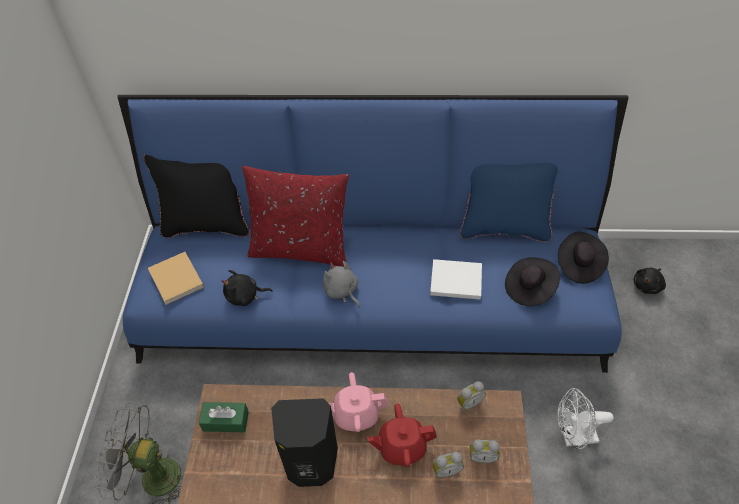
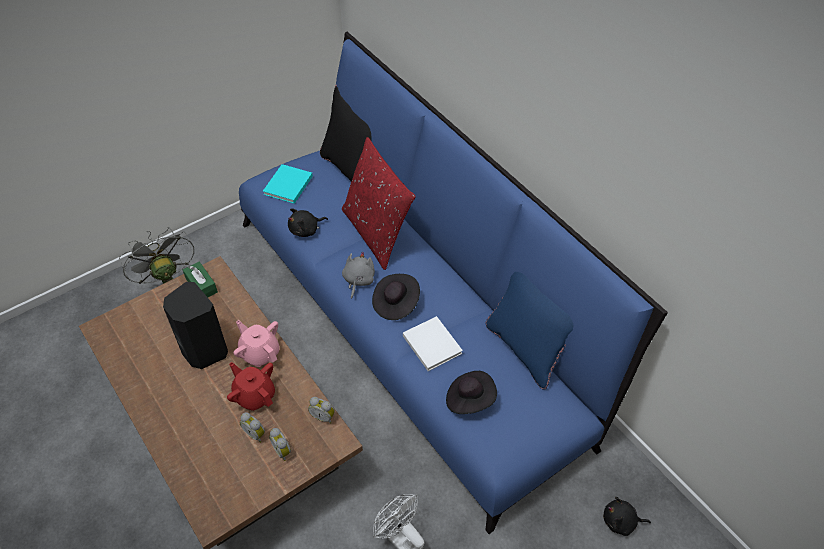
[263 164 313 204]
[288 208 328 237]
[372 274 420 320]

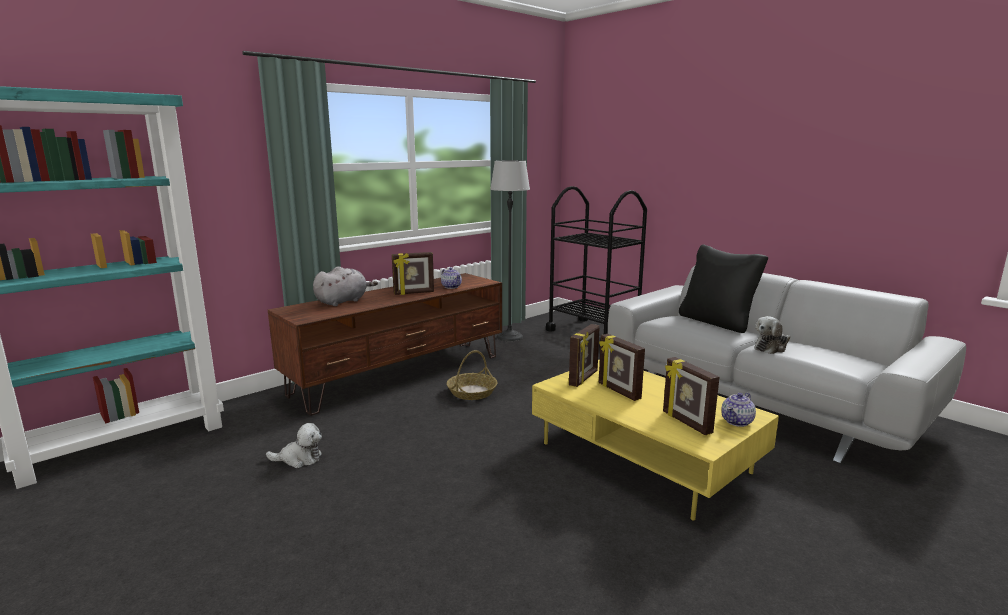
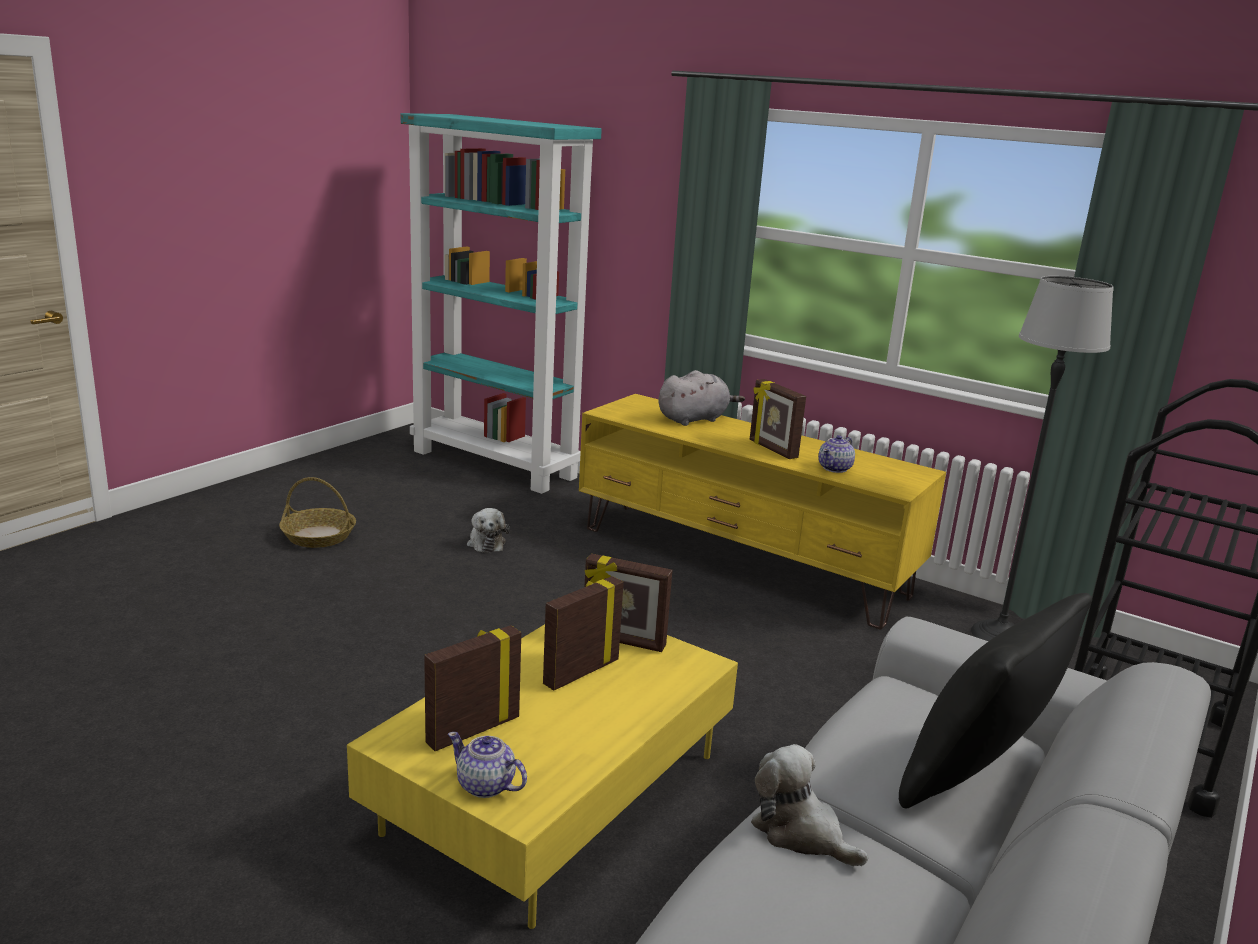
[579 394 946 630]
[658 370 745 426]
[279 477 356 548]

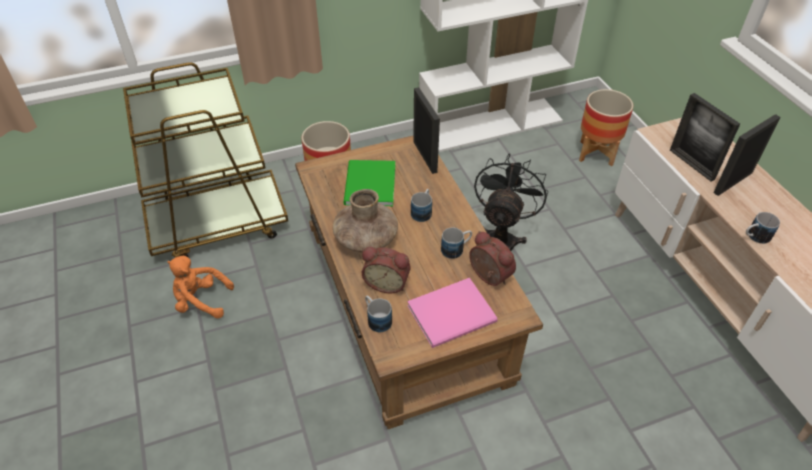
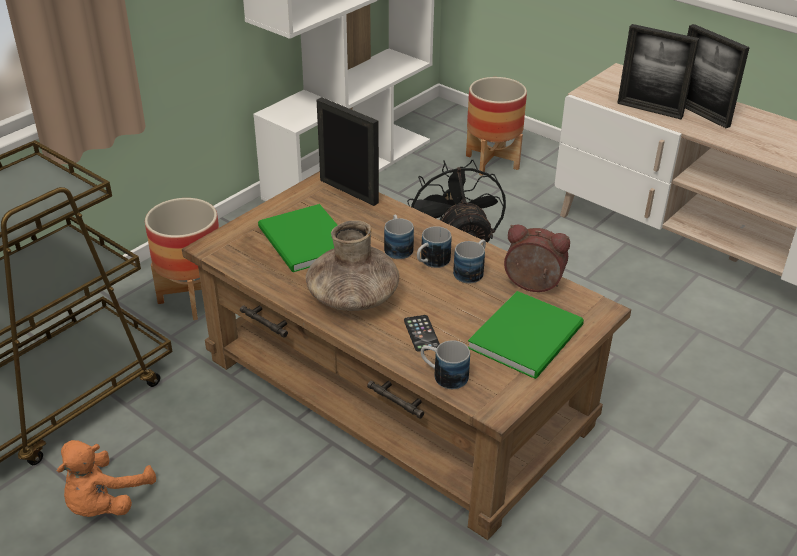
[57 440 156 517]
[404 315 440 352]
[468 291 584 379]
[685 24 750 128]
[417 226 451 268]

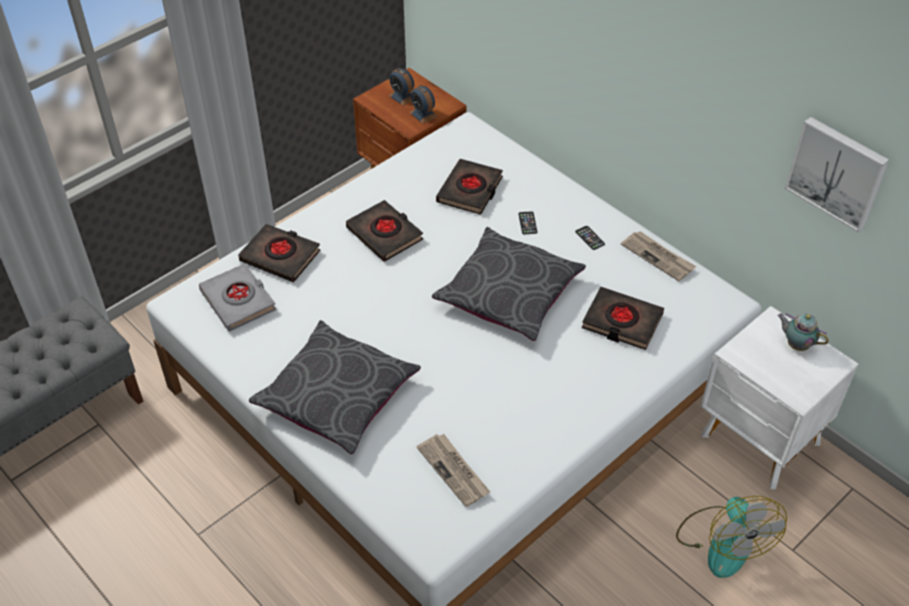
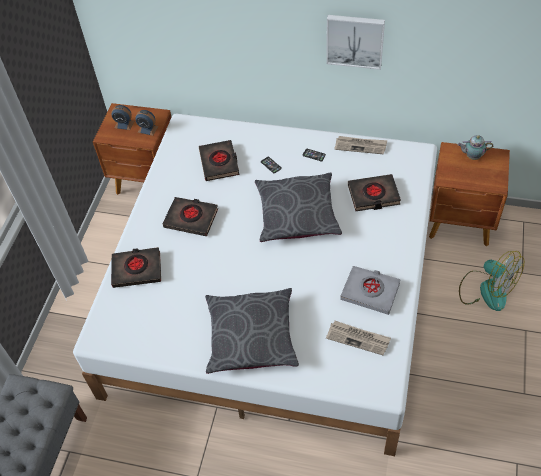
[340 266 401 315]
[429 142 510 246]
[326 15 385 70]

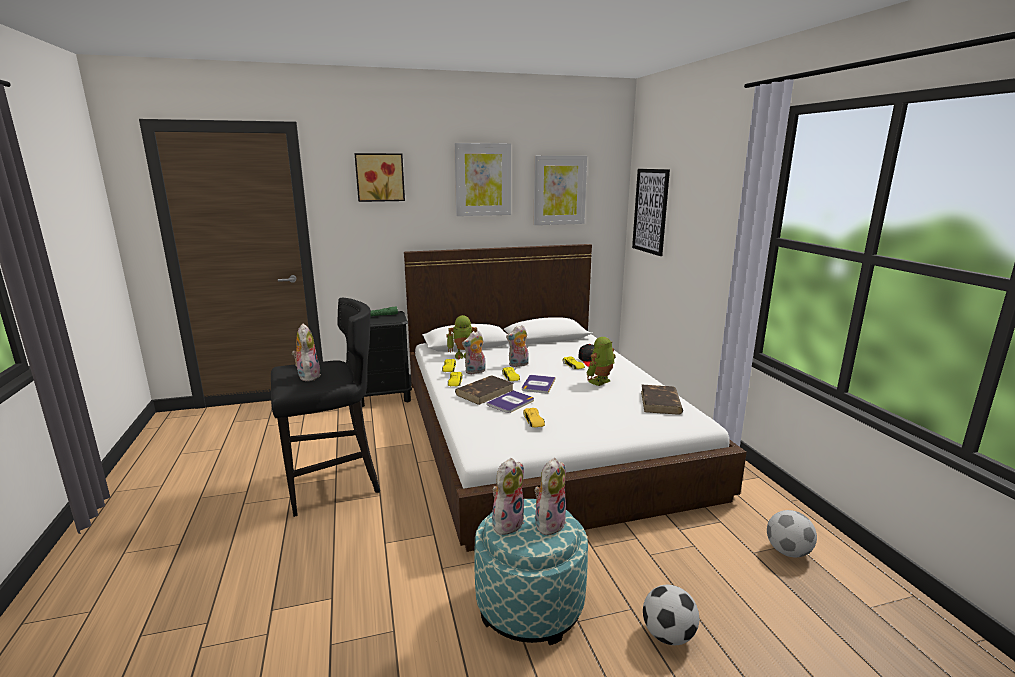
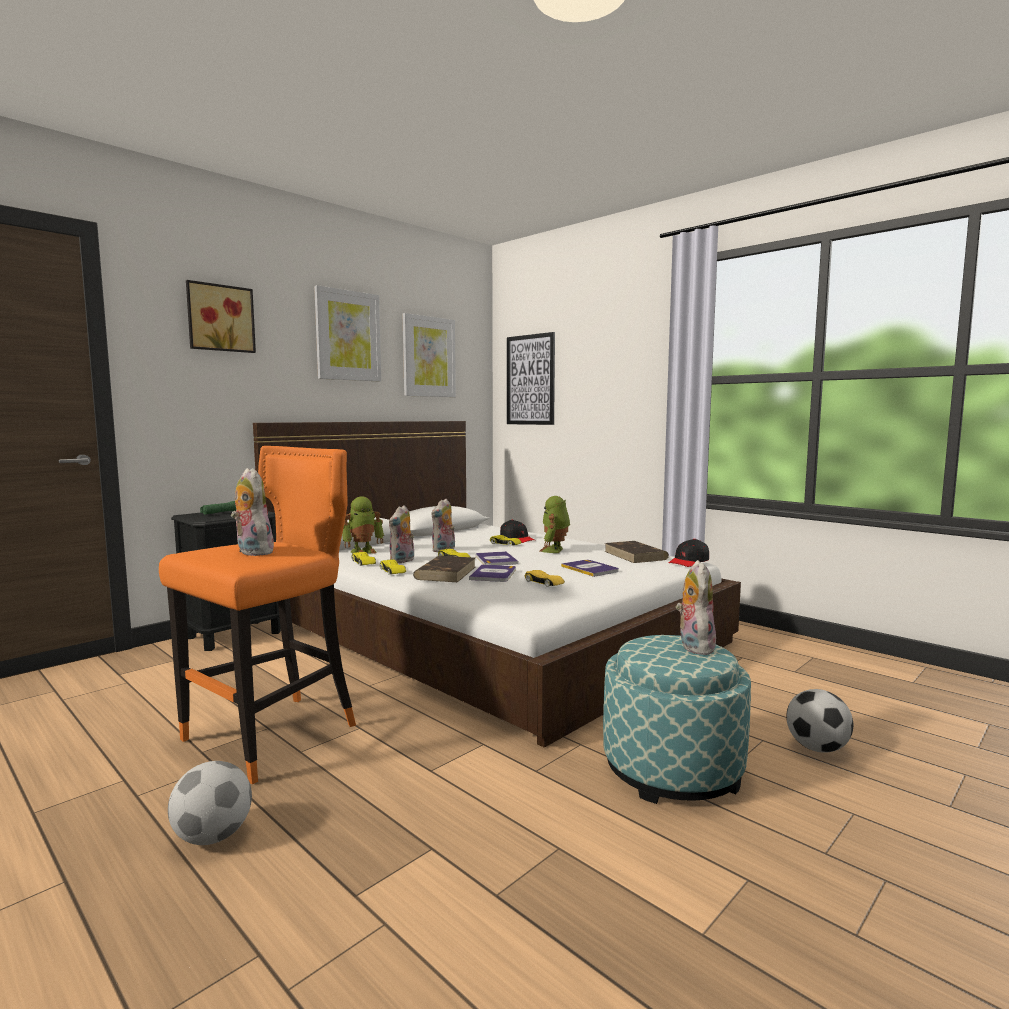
[159 446 356 784]
[492 458 524 535] (first image)
[168 761 252 845]
[561 560 619 577]
[669 539 709 567]

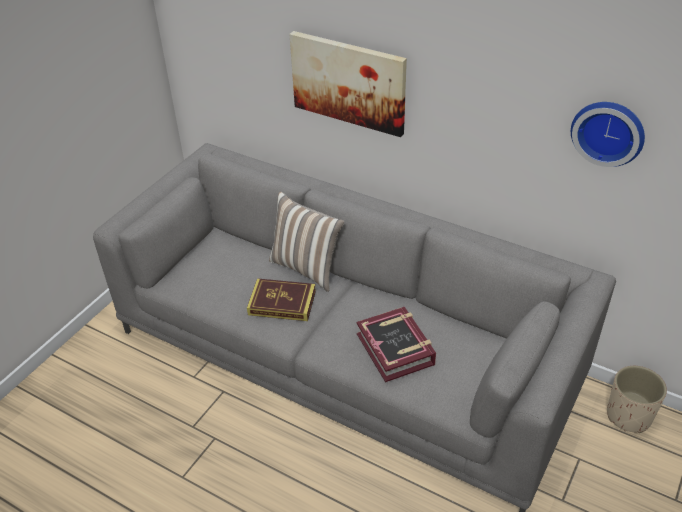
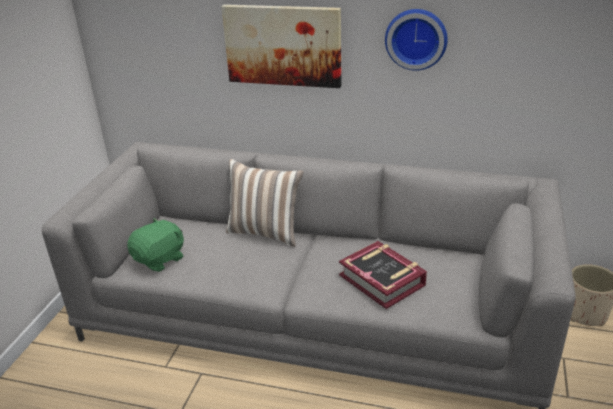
[247 278 316 321] (first image)
[385 9 448 71]
[127 218 184 272]

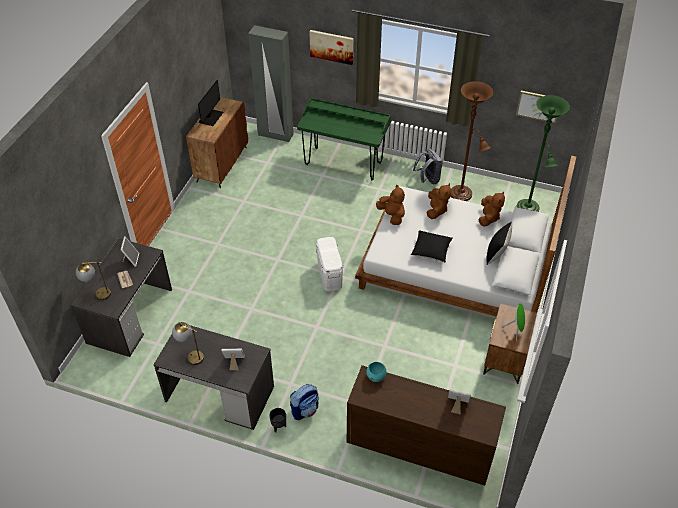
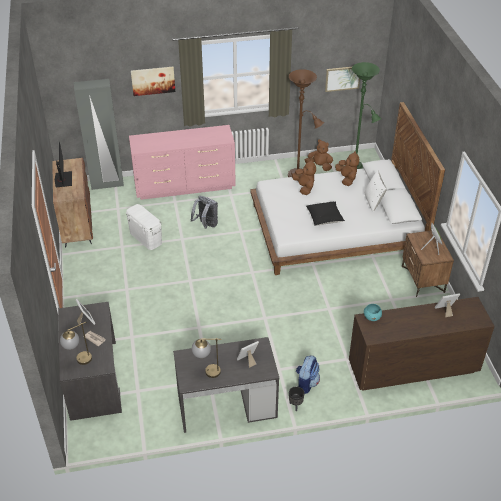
[129 125 236 200]
[126 204 162 250]
[305 139 333 171]
[190 196 218 229]
[365 170 387 212]

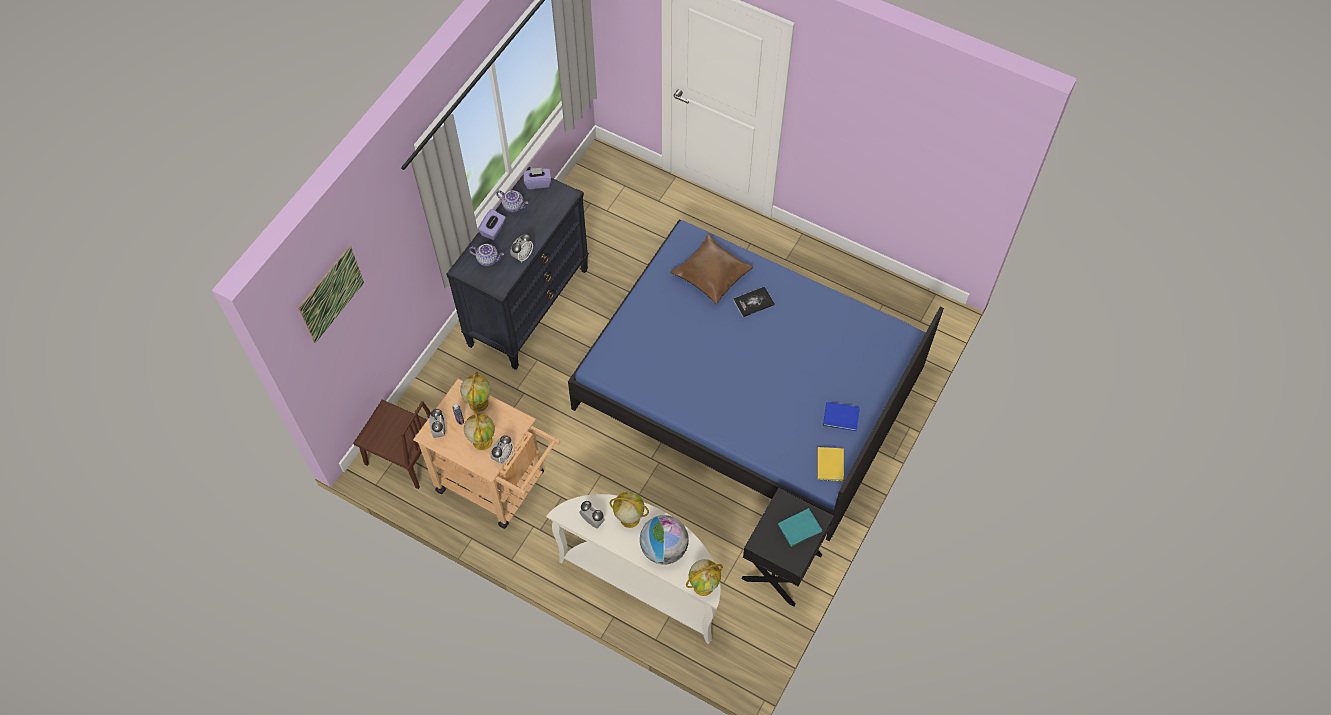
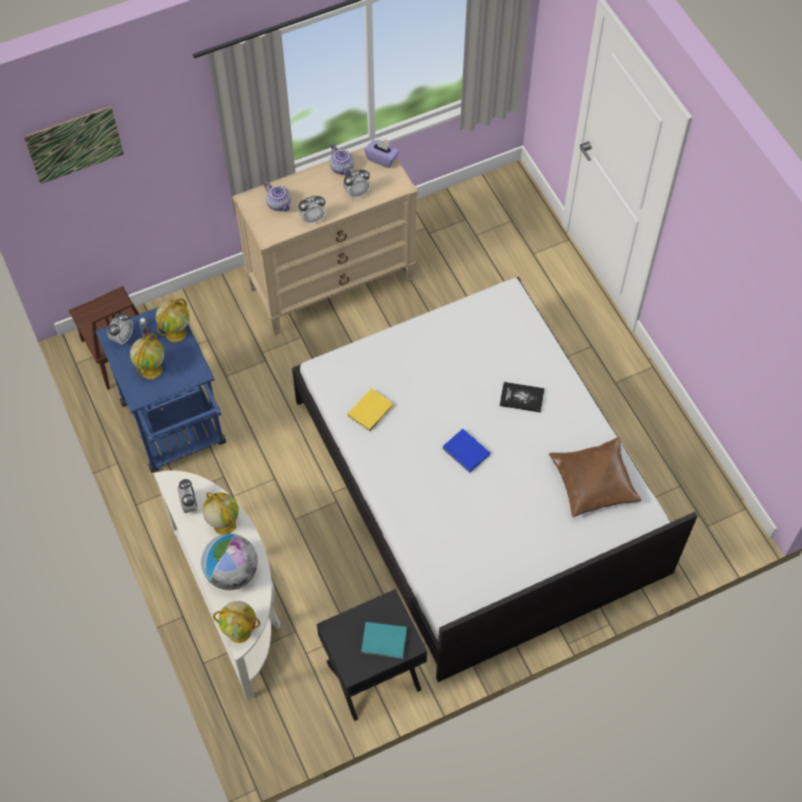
[95 307 226 473]
[232 139 418 335]
[478 209 506 240] (first image)
[343 170 371 199]
[292 277 698 682]
[549 437 641 517]
[348 388 394 431]
[442 429 490 473]

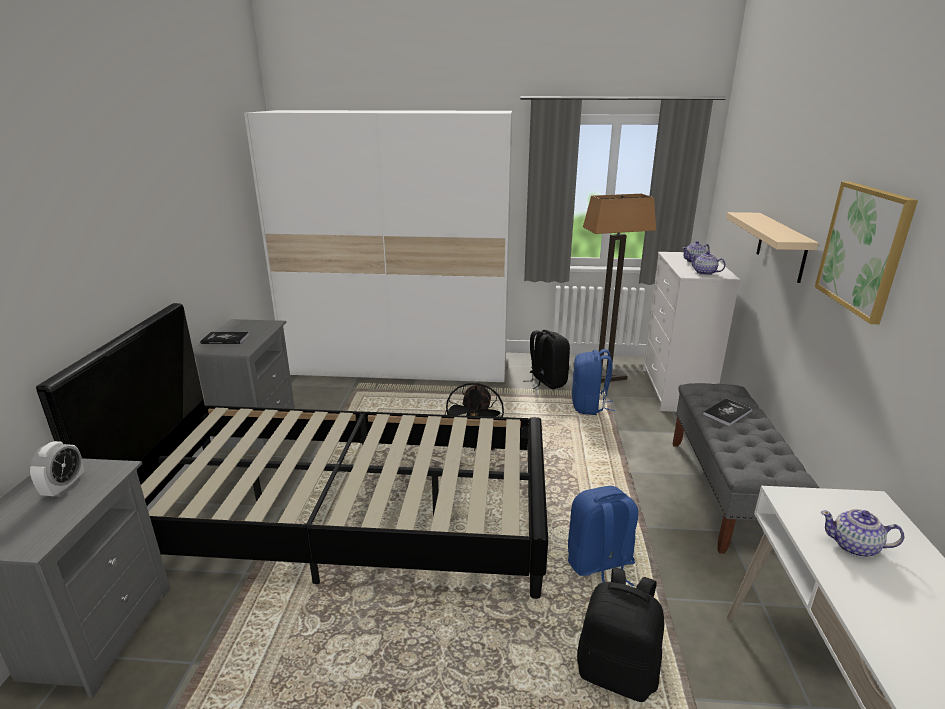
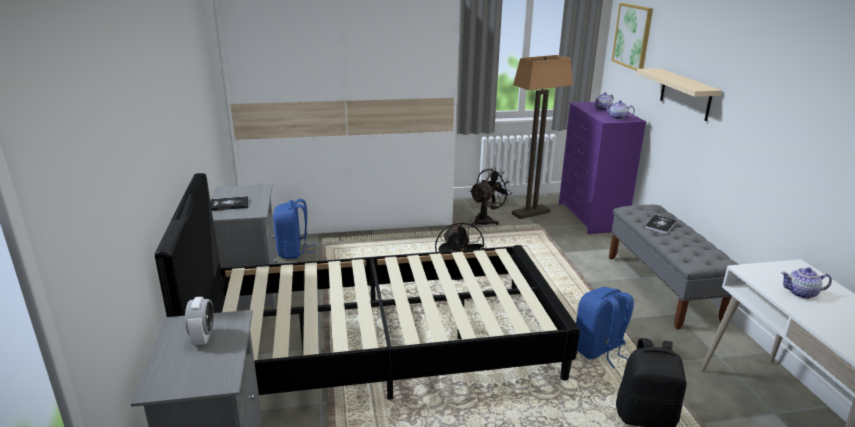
[470 168 511 226]
[273 199 316 259]
[559 102 646 234]
[612 3 653 71]

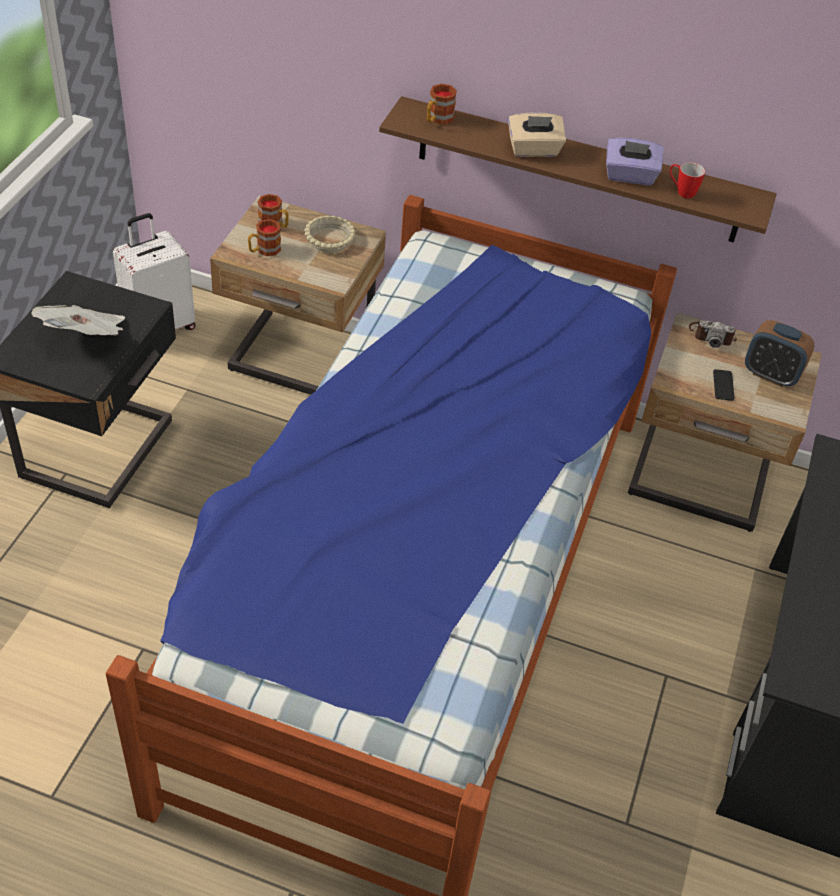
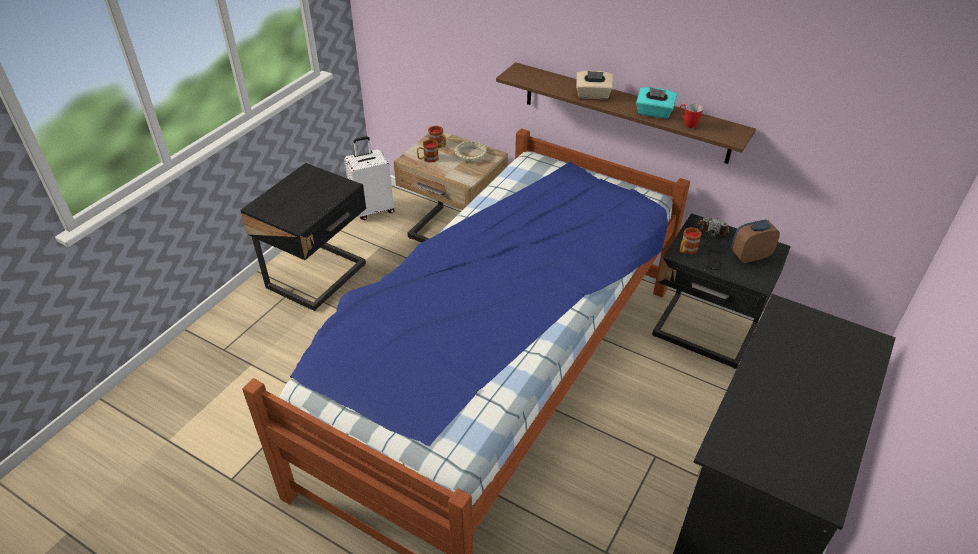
[31 305 125 336] (first image)
[680 227 702 254]
[636 87 678 119]
[652 213 791 369]
[731 220 780 263]

